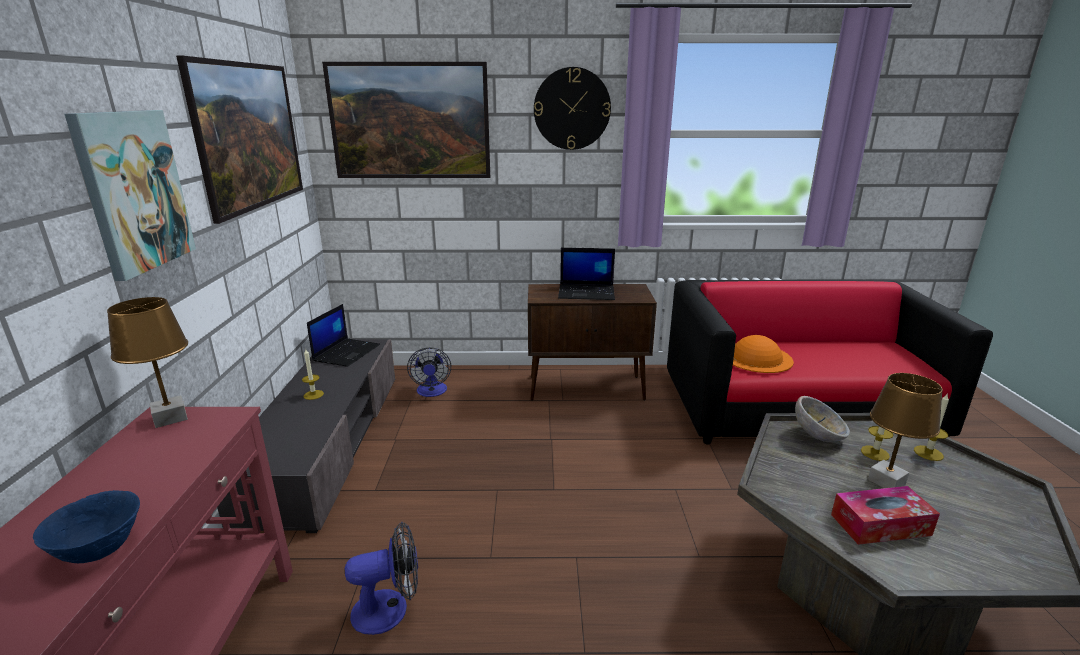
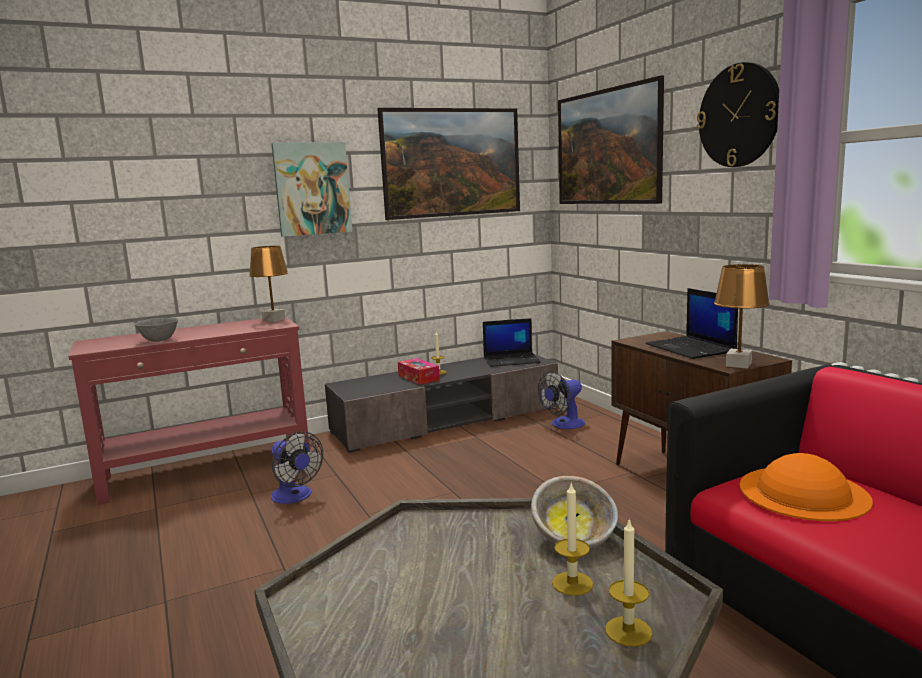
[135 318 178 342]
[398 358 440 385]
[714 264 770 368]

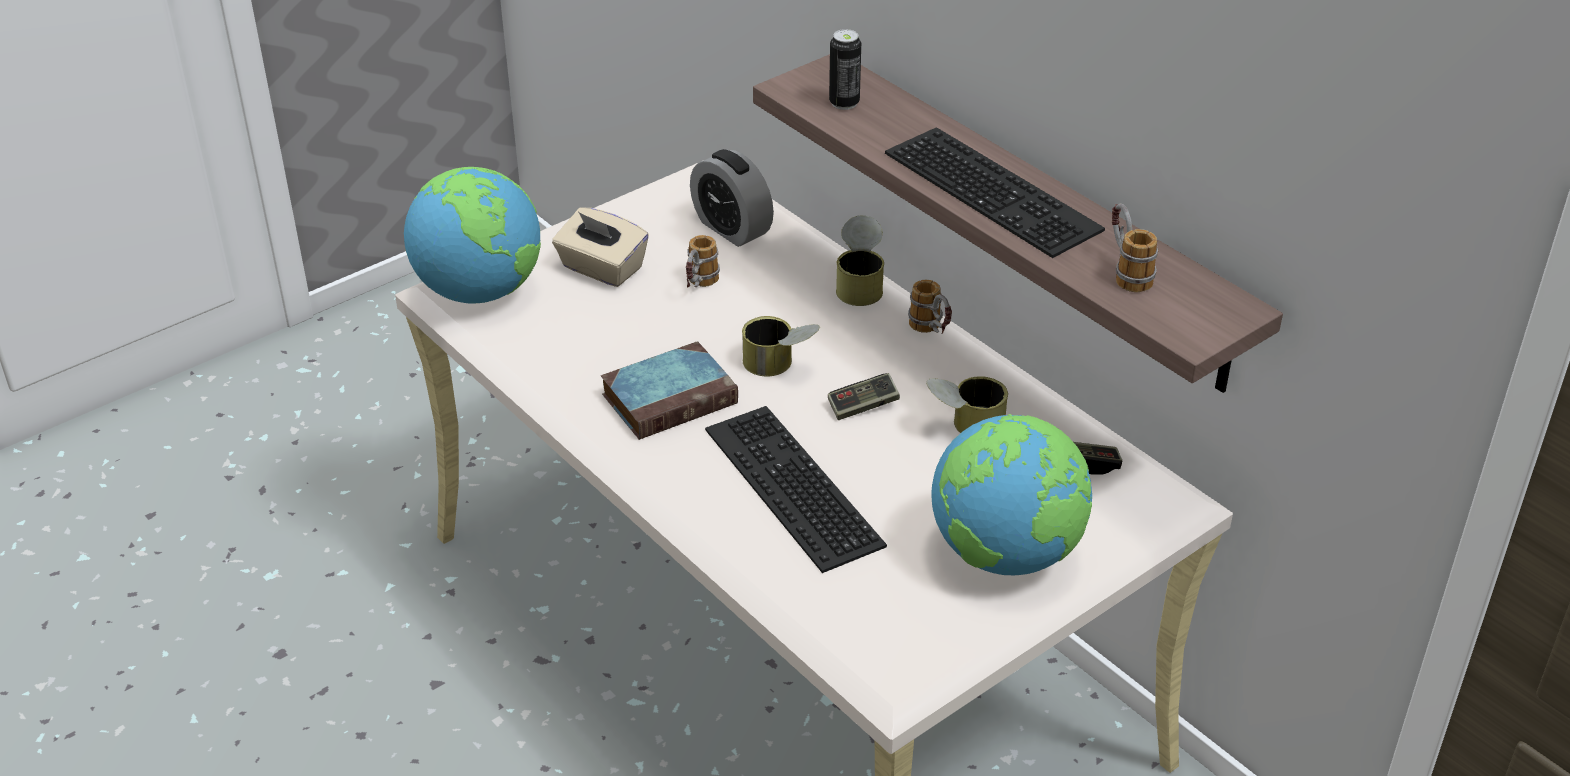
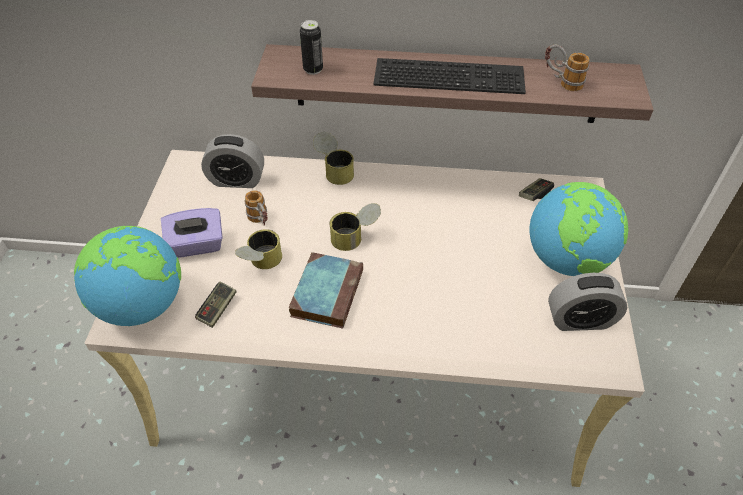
[161 208 223 258]
[705 406 887 573] (first image)
[195 281 236 328]
[908 280 952 334] (first image)
[235 229 282 269]
[548 273 628 331]

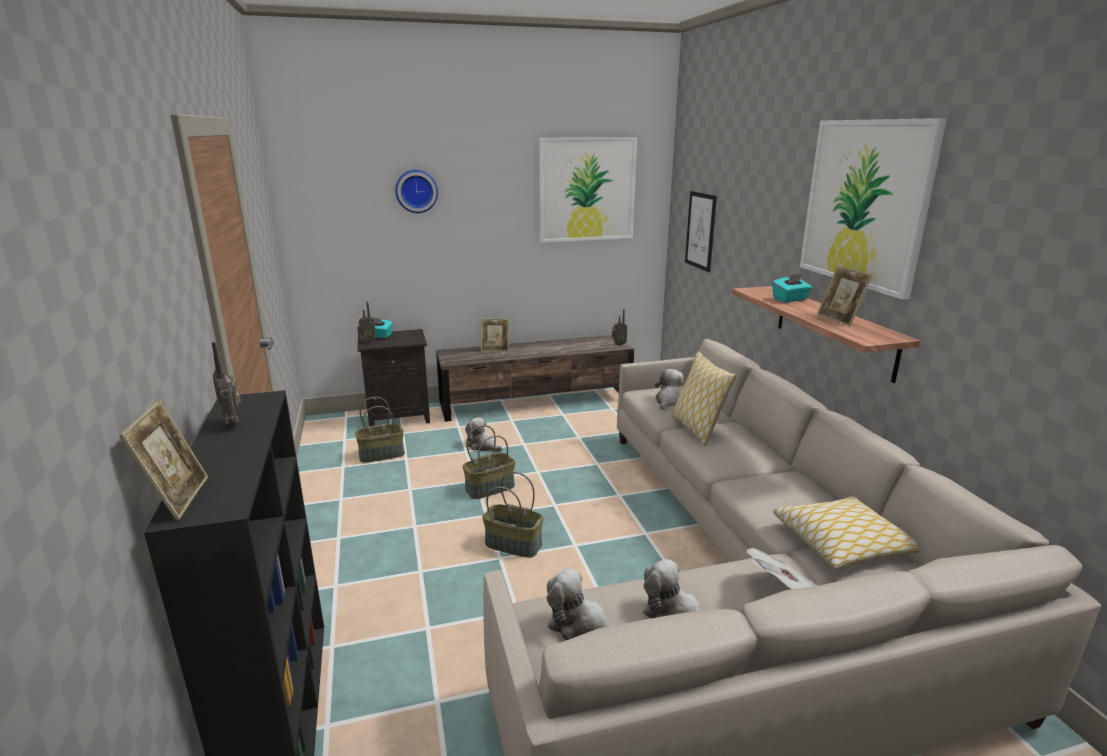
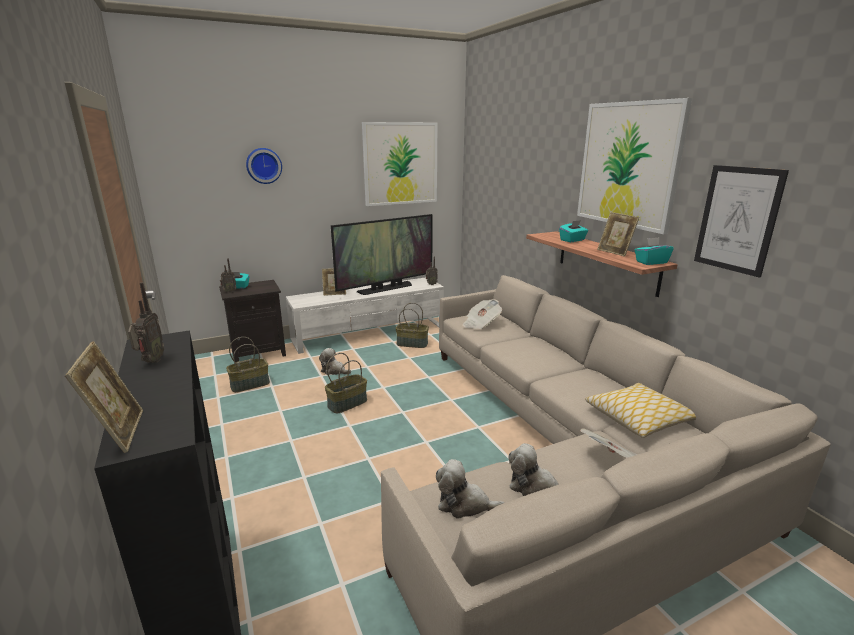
[128 282 164 363]
[286 277 444 354]
[395 303 429 348]
[462 299 502 329]
[671 351 737 446] (first image)
[694 165 789 278]
[331 214 433 295]
[635 237 674 265]

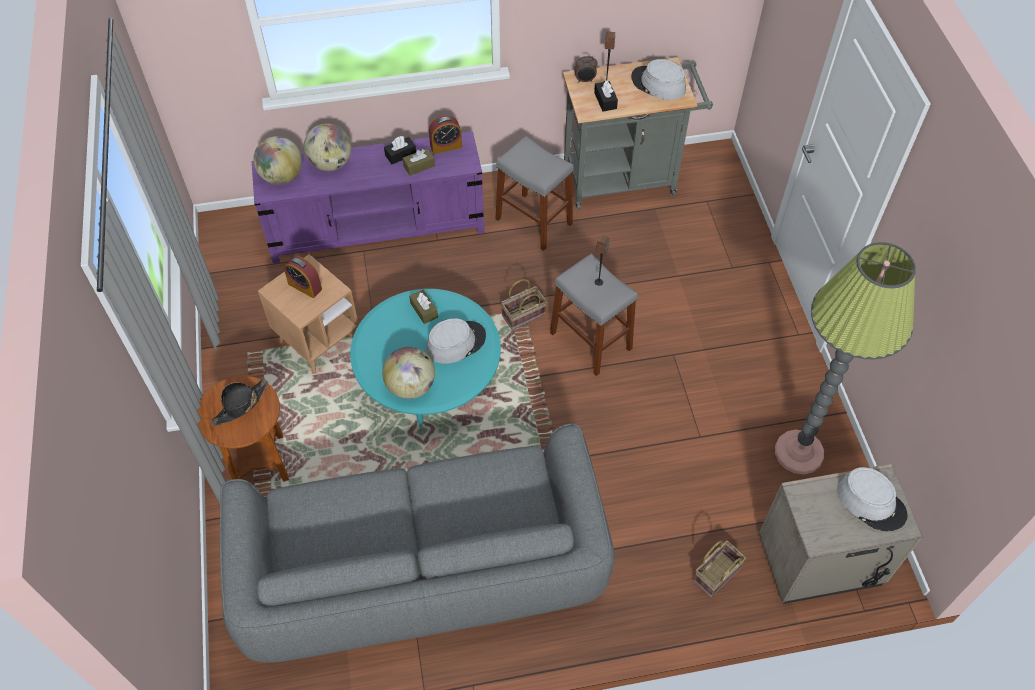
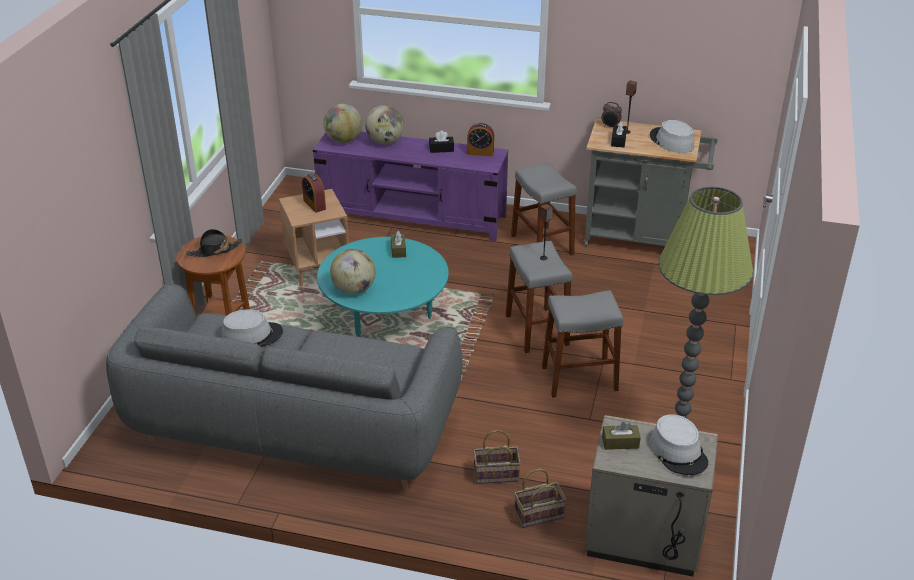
[602 422 641 450]
[222 309 283 347]
[473 430 521 484]
[542 290 623 398]

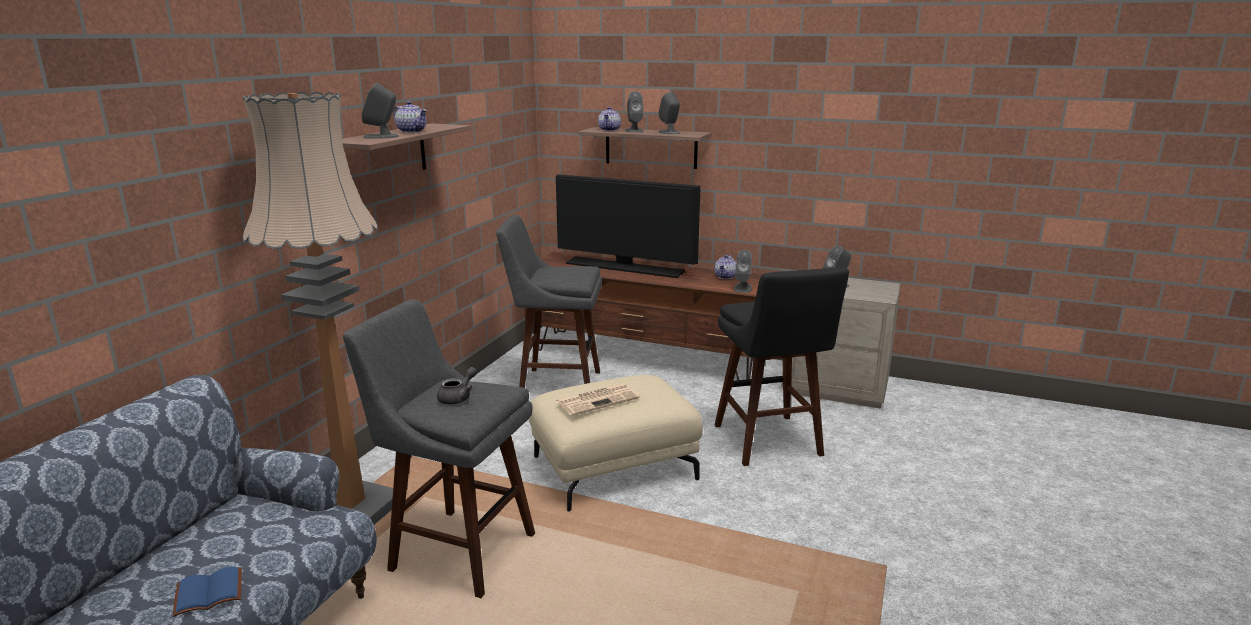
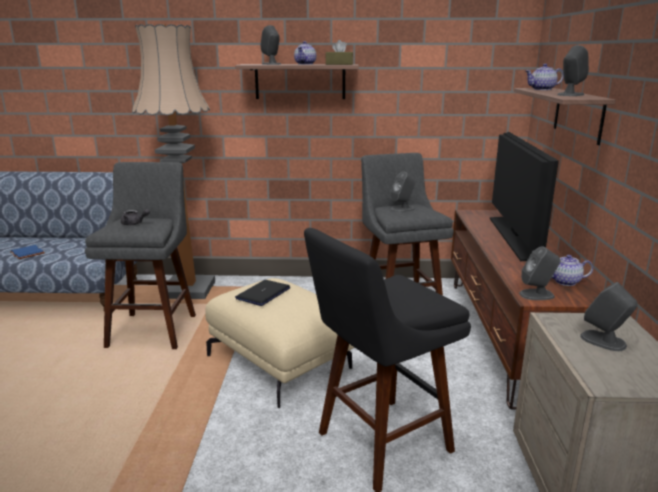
[235 280 290 306]
[390 172 416 212]
[325 40 353 65]

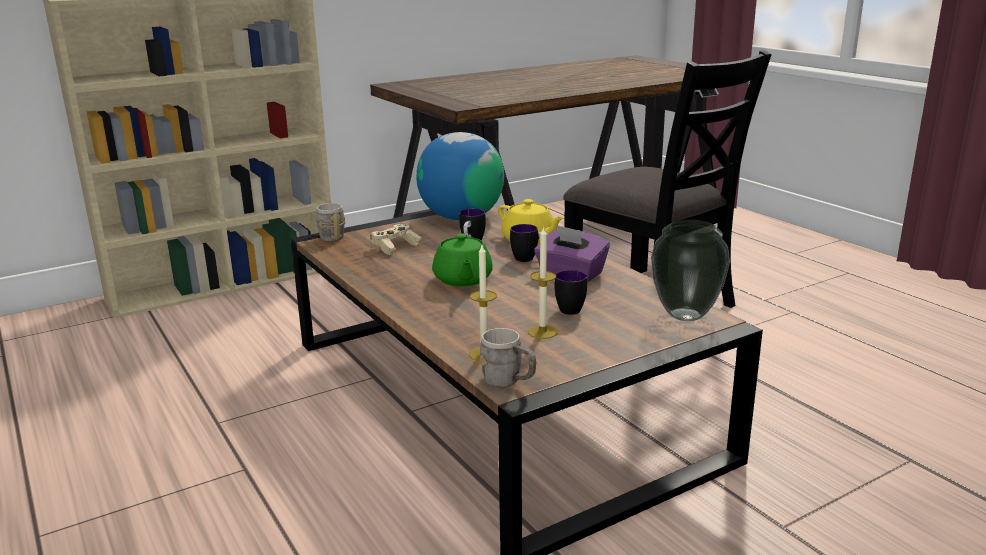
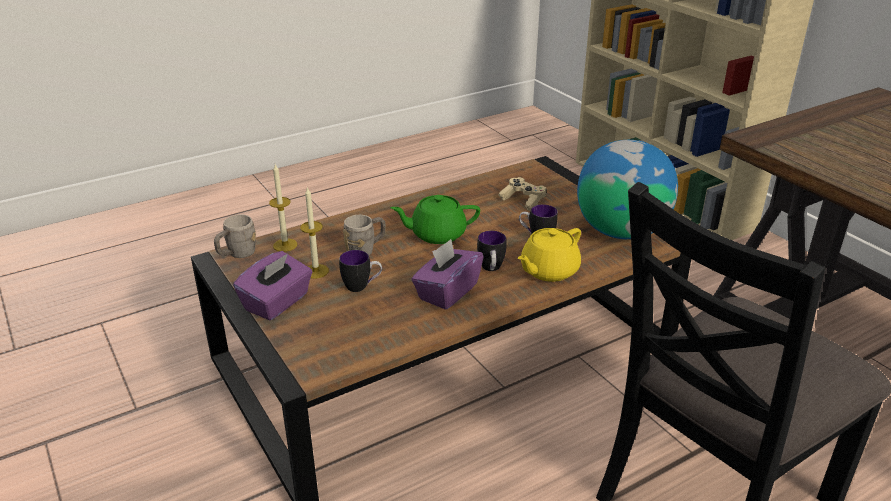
[343 215 386 255]
[651 219 730 321] (first image)
[233 251 312 320]

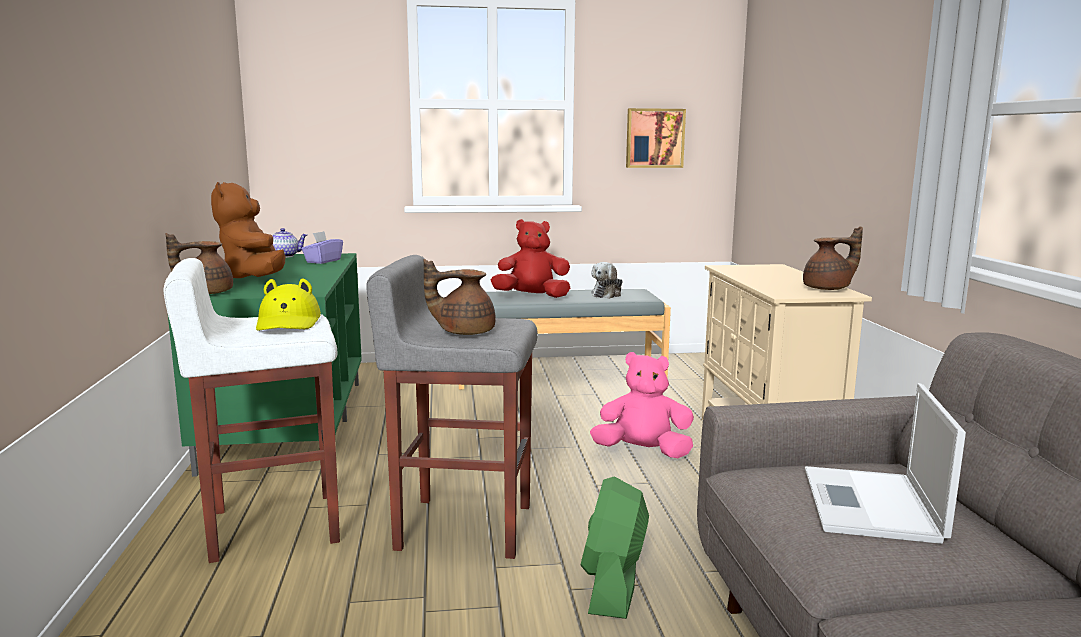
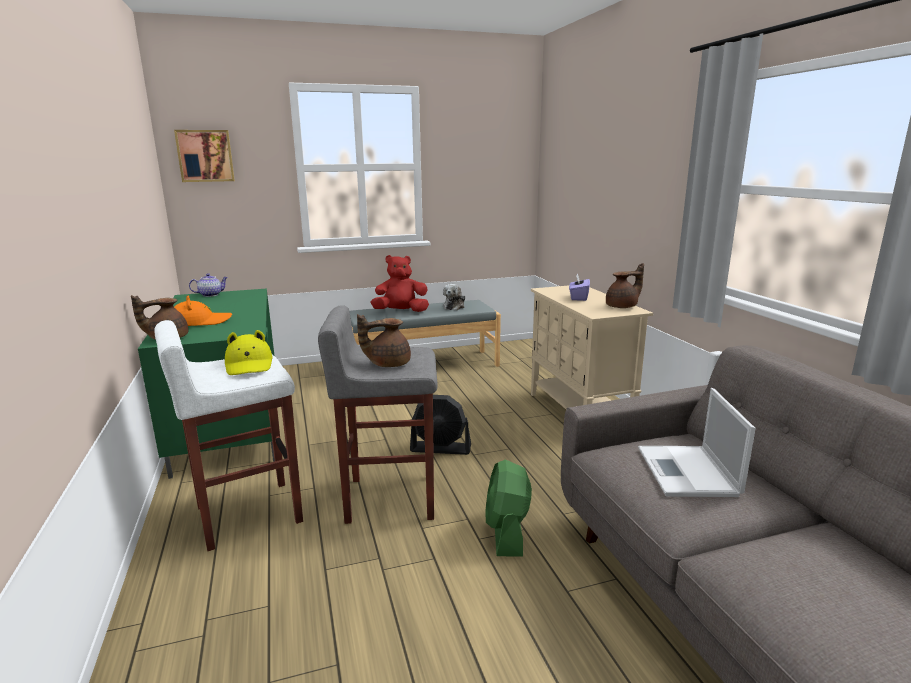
[174 296 232 326]
[569 274 590 301]
[590 352 694 458] (first image)
[174 130 235 182]
[410 395 471 455]

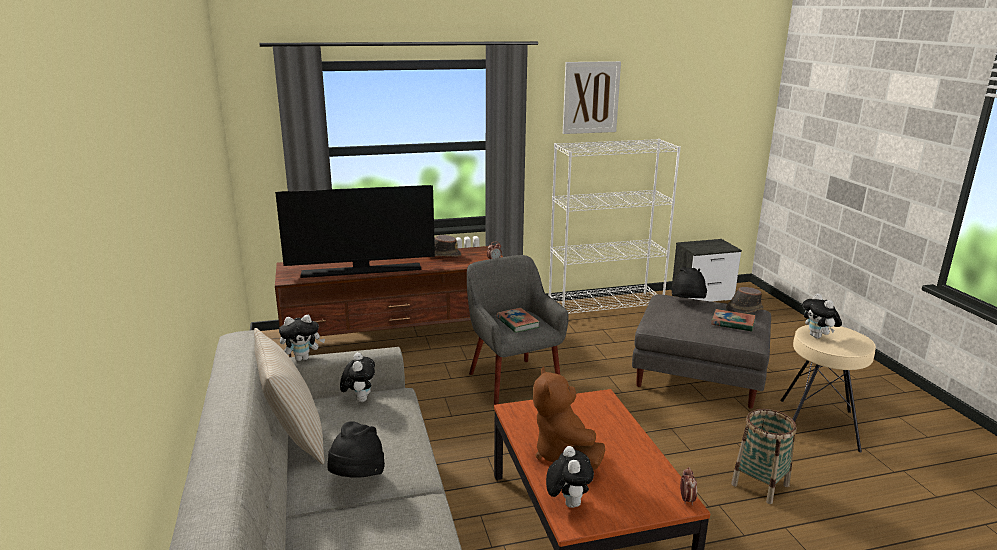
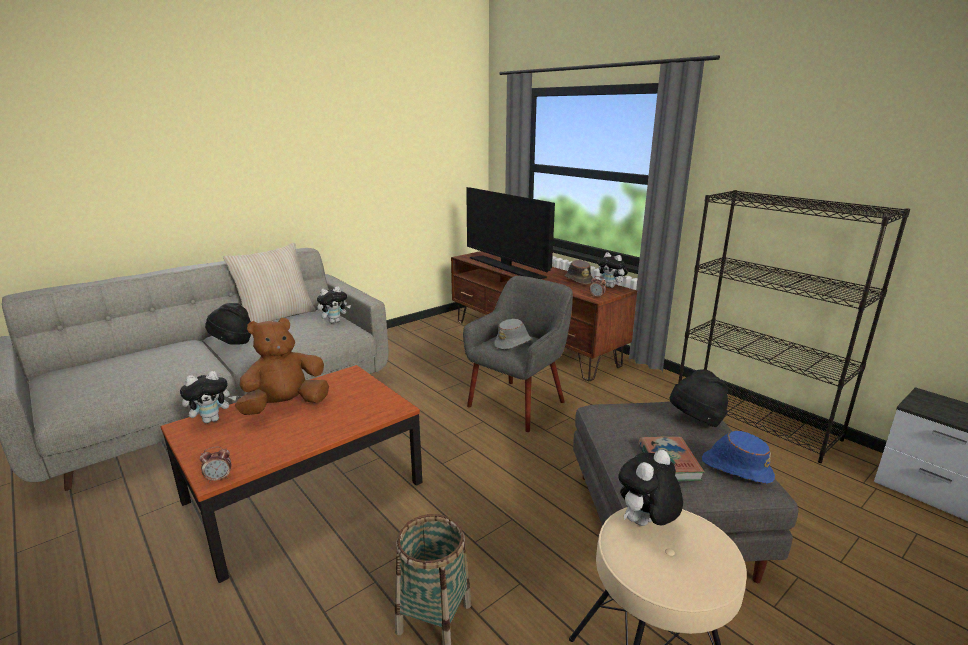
[597 252 628 288]
[494 319 532 349]
[678 190 910 463]
[563 61 621 134] (first image)
[702 431 775 484]

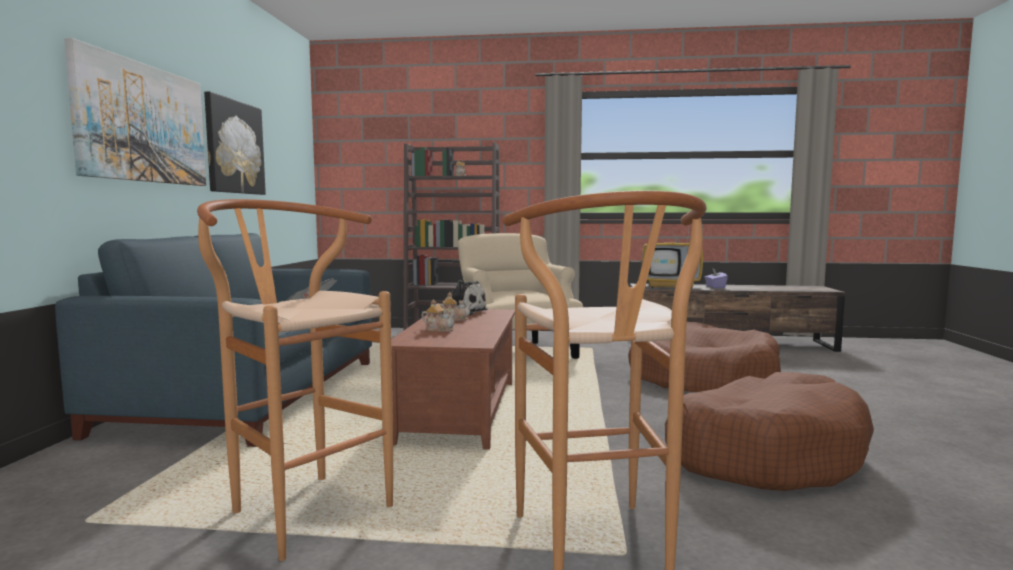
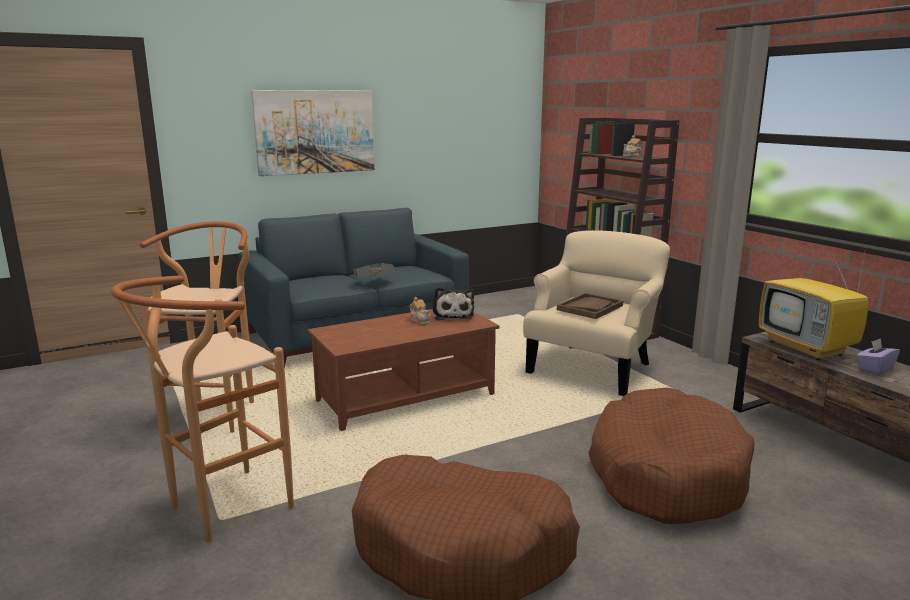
[204 91 266 195] (first image)
[422 299 456 332] (first image)
[557 293 623 319]

